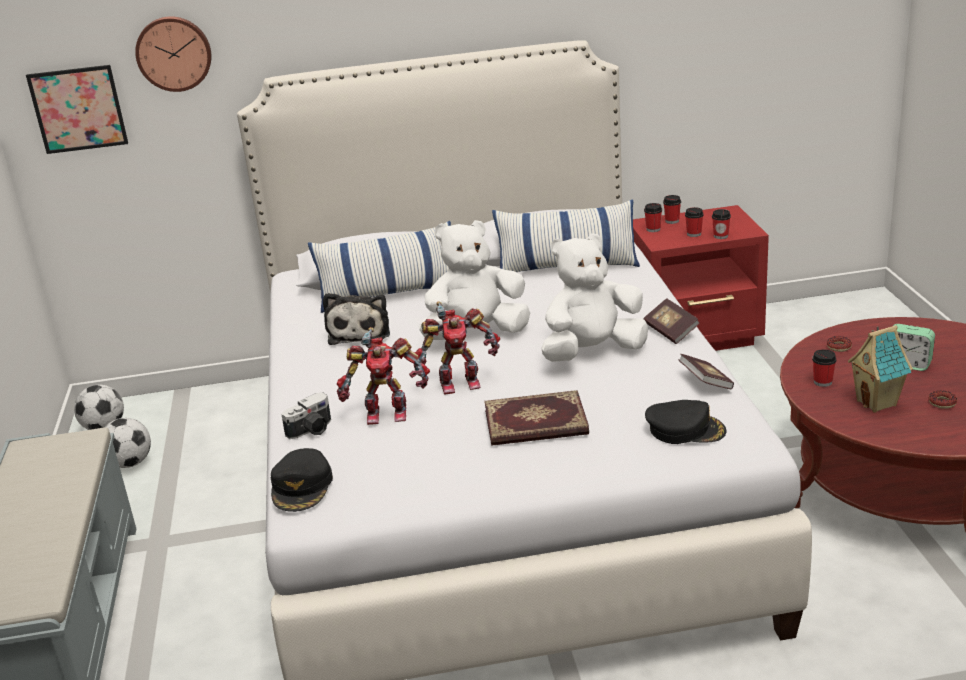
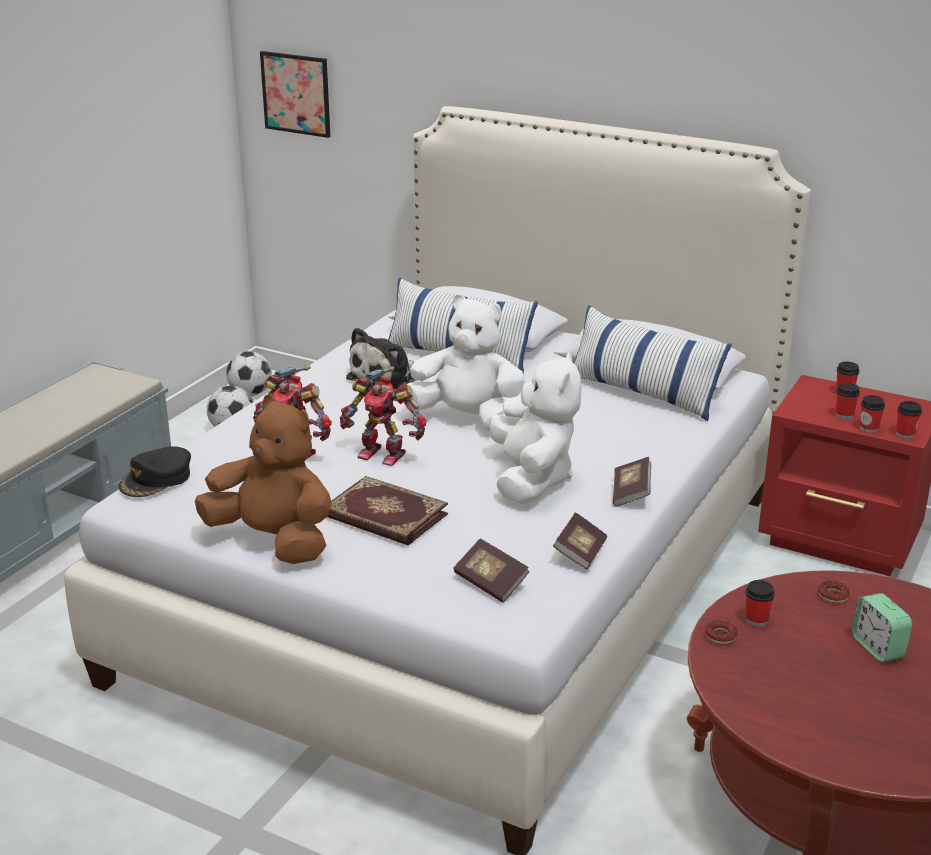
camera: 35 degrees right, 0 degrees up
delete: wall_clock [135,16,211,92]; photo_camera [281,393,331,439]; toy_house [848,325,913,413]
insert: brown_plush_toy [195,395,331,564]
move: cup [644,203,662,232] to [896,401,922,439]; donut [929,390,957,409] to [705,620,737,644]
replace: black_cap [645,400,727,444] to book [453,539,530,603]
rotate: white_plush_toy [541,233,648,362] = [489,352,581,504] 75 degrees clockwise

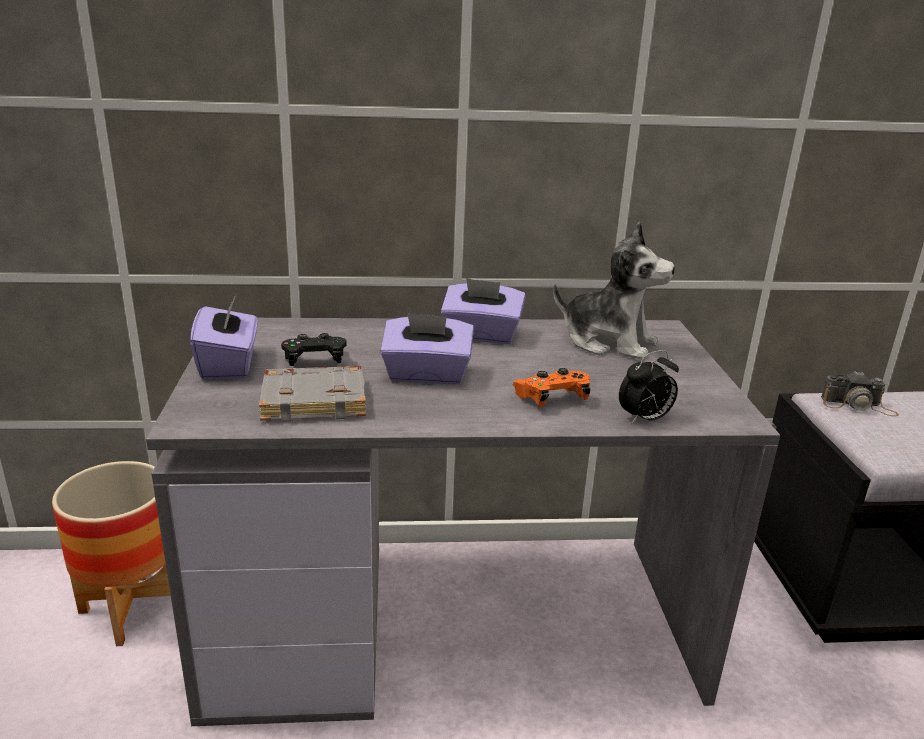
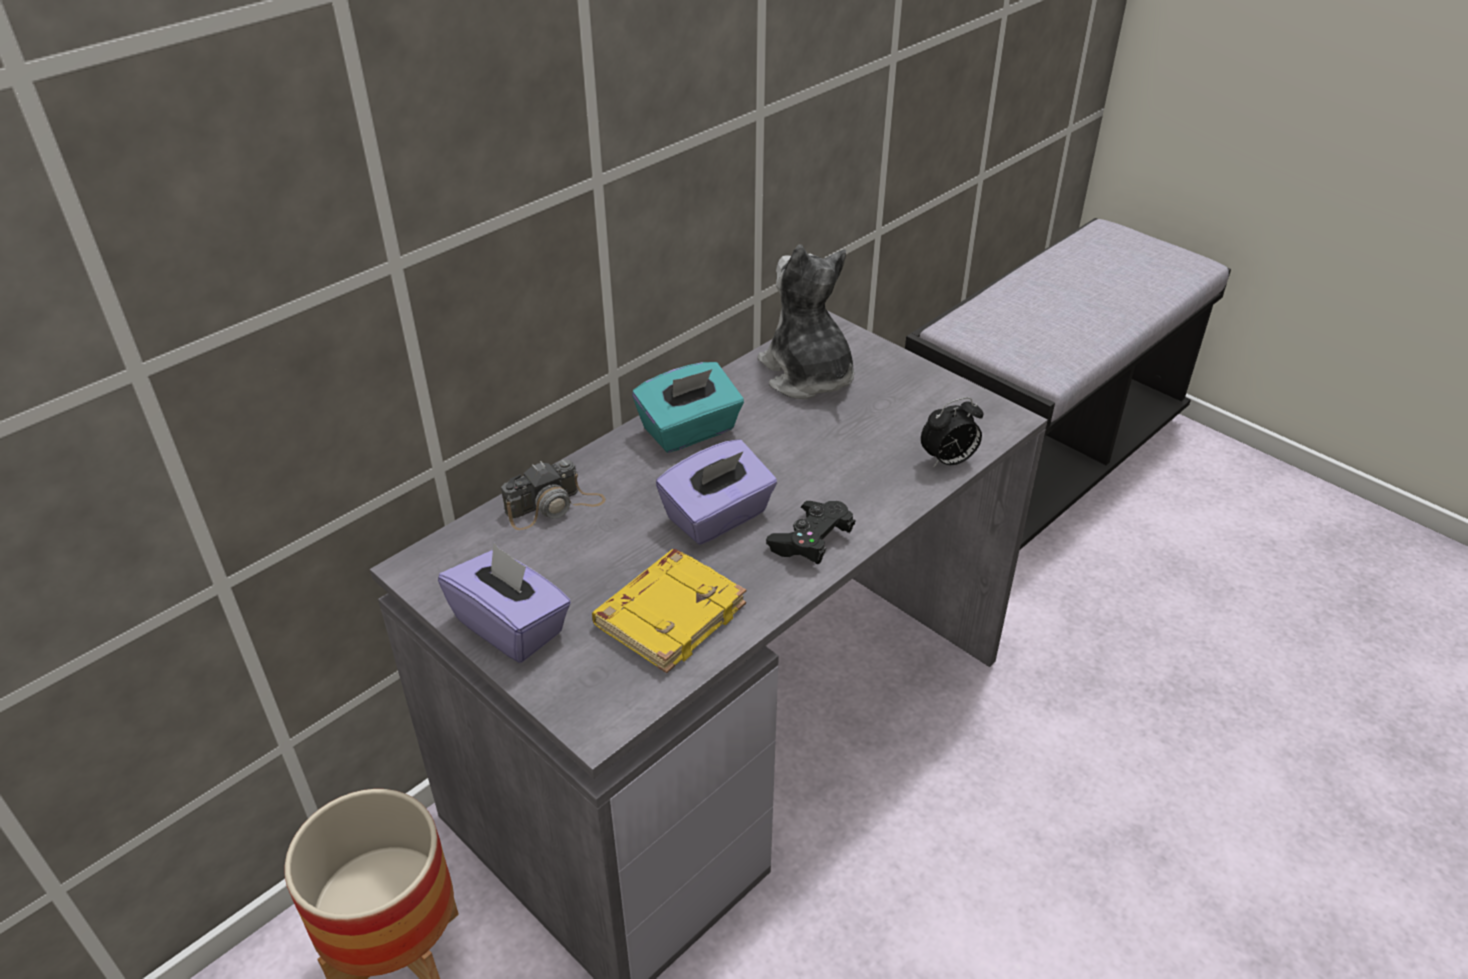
camera: 40 degrees left, 15 degrees up
delete: orange_game_controller [512,368,590,407]
move: black_game_controller [281,333,347,366] to [766,501,856,564]; photo_camera [821,371,899,417] to [501,459,606,530]
recolor: grey_book [259,366,366,422] to yellow_book [592,549,746,673]; purple_tissue_box [441,278,526,344] to turquoise_tissue_box [632,362,744,453]
rotate: plush_toy [553,222,675,360] = [757,245,854,399] 105 degrees counterclockwise; alarm_clock [619,350,679,424] = [921,397,984,468] 45 degrees clockwise

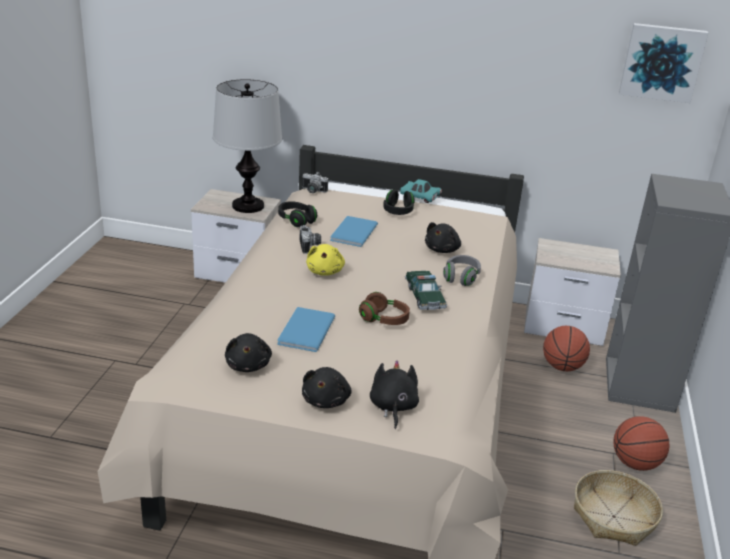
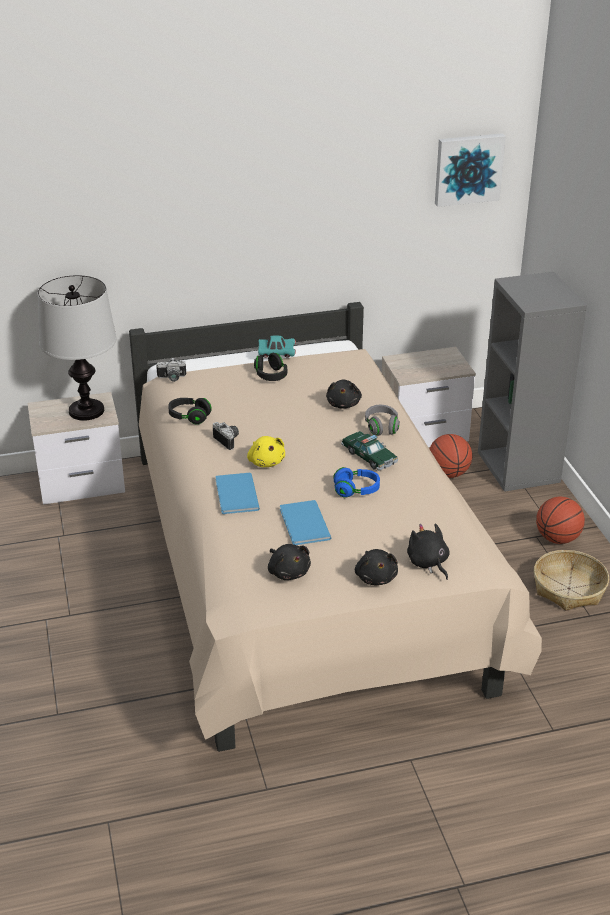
camera: 25 degrees left, 5 degrees up
move: blue_book [330,216,378,247] to [215,473,260,514]
recolor: brown_headphones [359,292,410,325] to blue_headphones [333,467,380,498]

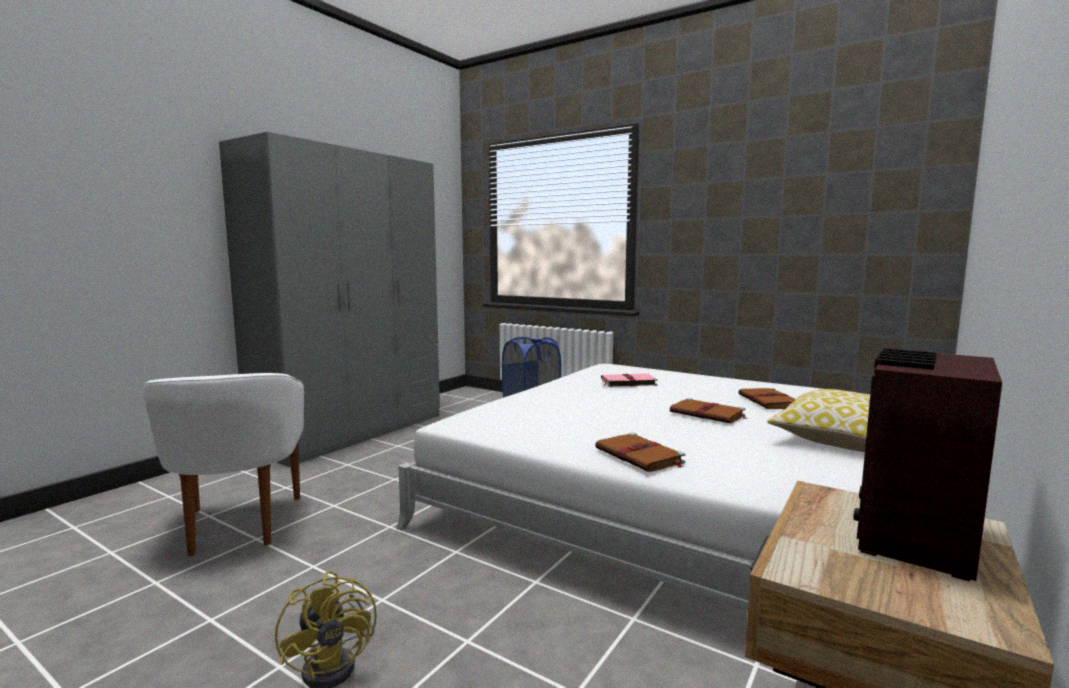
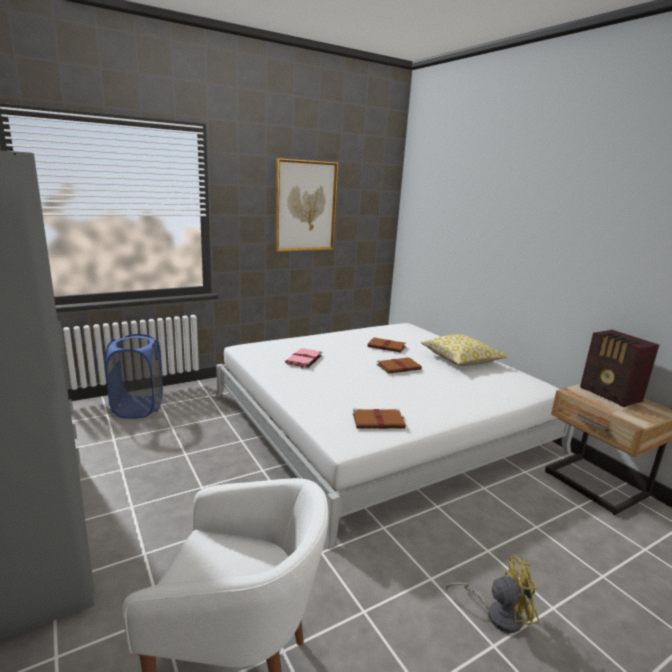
camera: 65 degrees left, 10 degrees up
insert: picture [275,158,338,252]
move: brown_book [595,433,685,472] to [353,409,406,429]

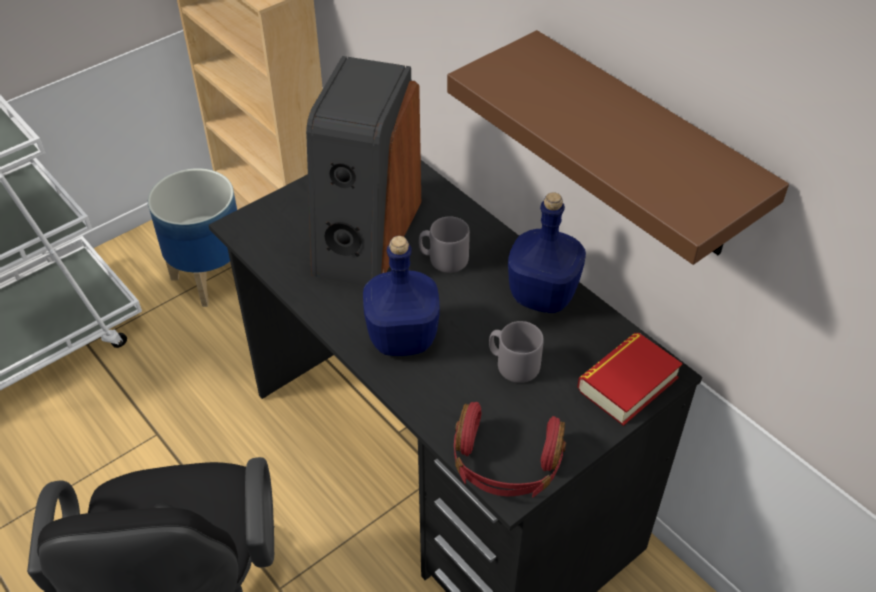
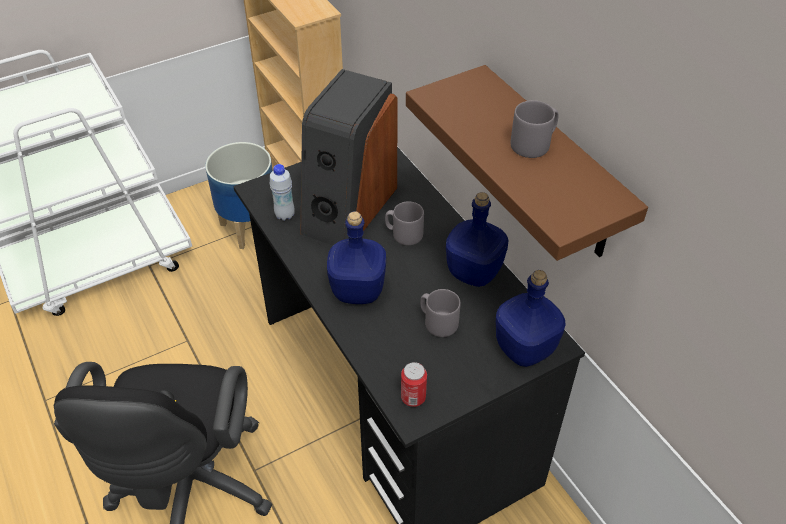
camera: 10 degrees right, 0 degrees up
insert: white_bottle [269,164,295,221]; grey_mug [510,100,559,158]
replace: red_headphones [454,402,566,498] to can [401,362,427,407]; book [577,332,683,426] to blue_bottle [496,270,566,367]

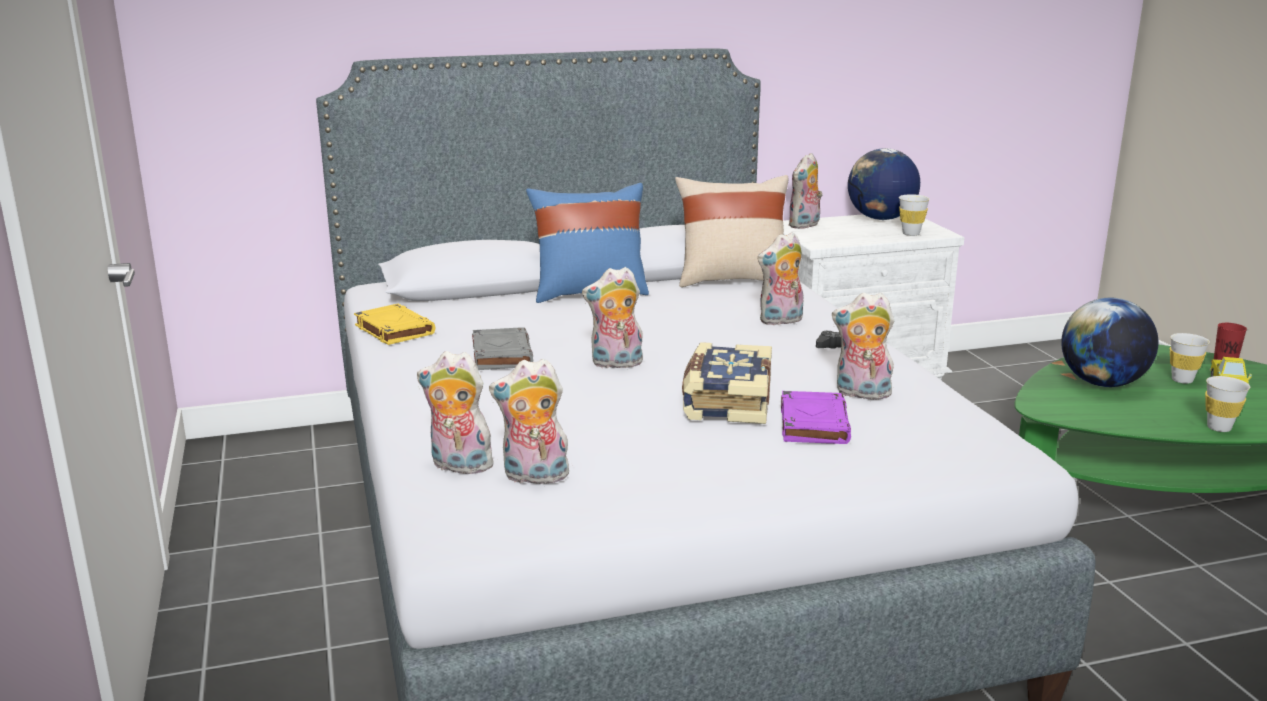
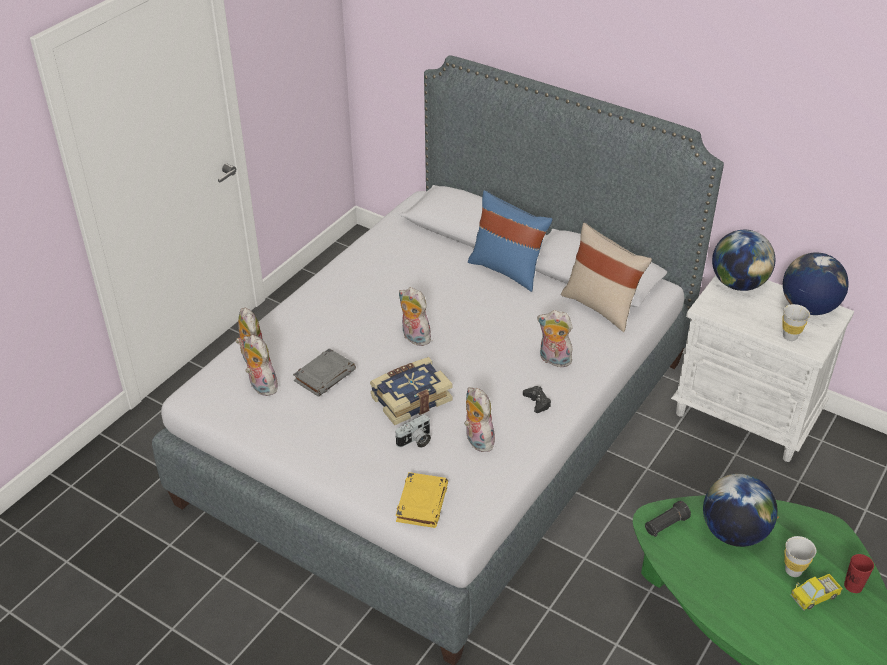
camera: 50 degrees right, 20 degrees up
delete: white_cup [1205,376,1250,432]
insert: black_flashlight [645,501,691,537]
move: yellow_book [354,304,435,345] to [396,472,448,528]; grey_book [472,327,533,370] to [293,348,356,397]
replace: purple_book [781,391,851,444] to photo_camera [395,415,431,448]; plush_toy [788,153,822,229] to globe [712,230,775,291]

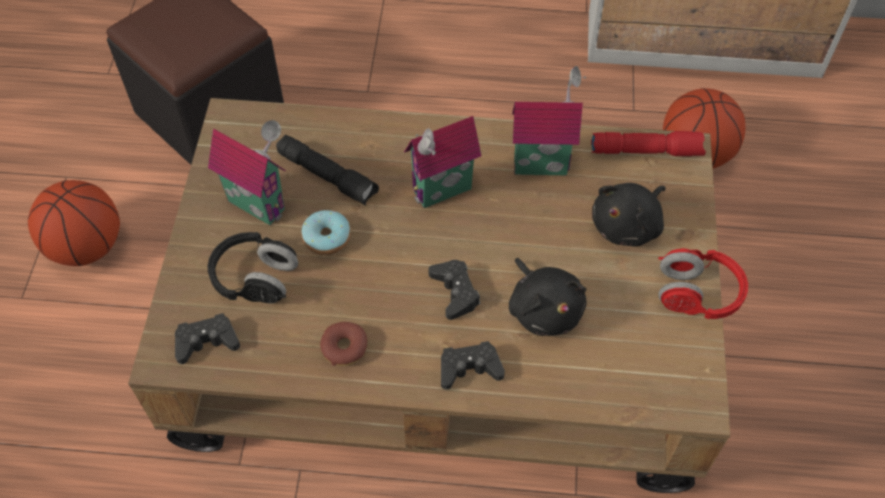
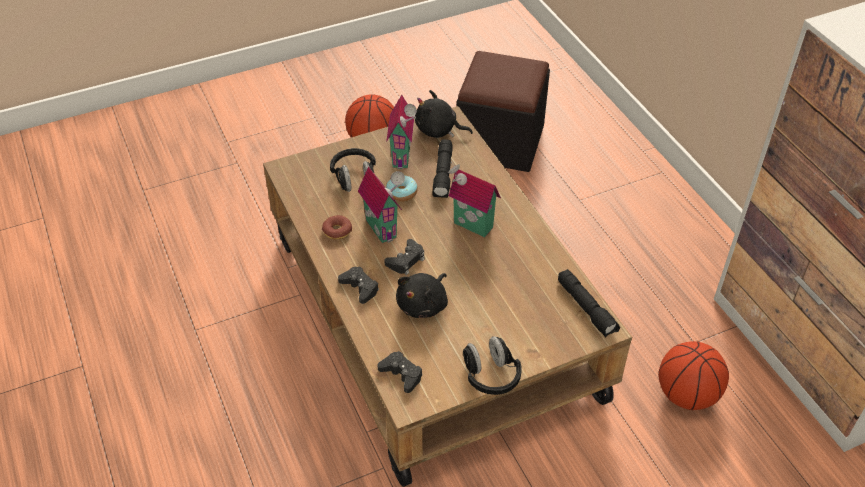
camera: 60 degrees right, 10 degrees down
move: black_game_controller [175,313,240,364] to [378,351,423,393]; toy_house [512,66,586,175] to [358,167,405,243]; black_plush_toy [592,183,666,246] to [415,90,473,138]
recolor: red_flashlight [591,131,706,156] to black_flashlight [558,269,620,337]; red_headphones [658,248,748,319] to black_headphones [463,336,522,395]

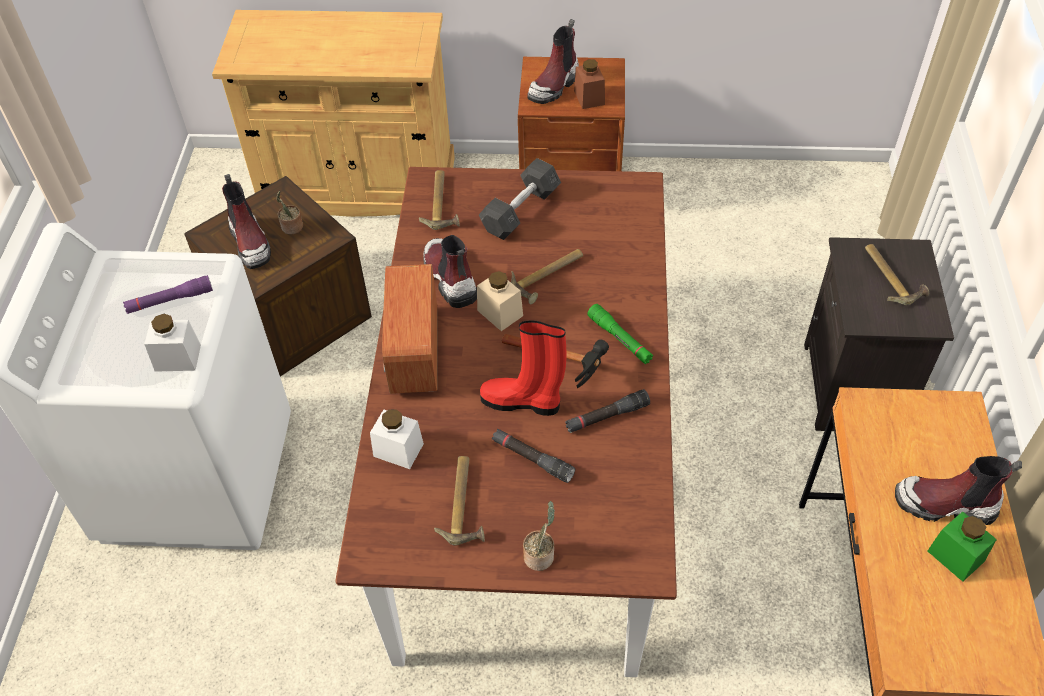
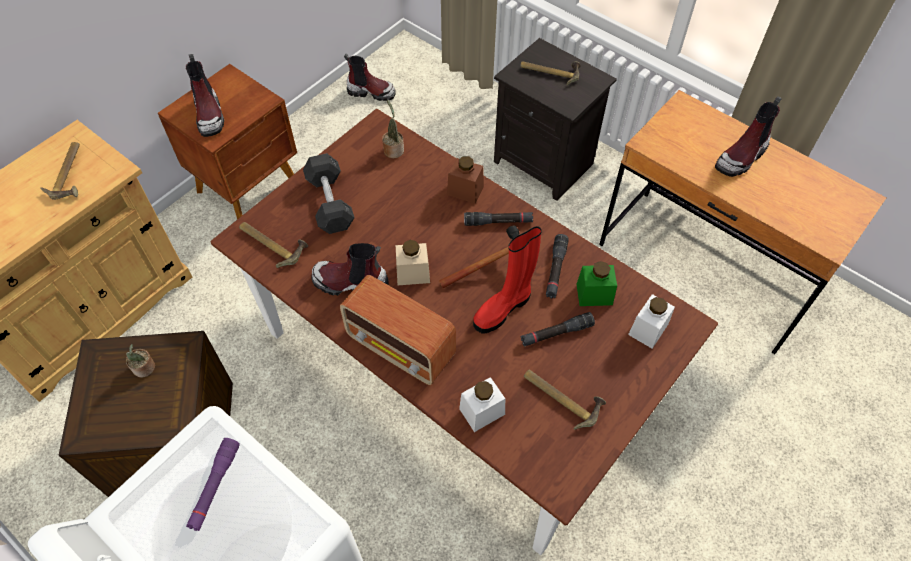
camera: 55 degrees left, 5 degrees up
move: white_jar [144,314,201,372] to [628,294,675,349]; boot [222,174,271,269] to [344,54,396,101]; hammer [511,249,583,304] to [40,142,80,200]; potted_plant [523,501,555,571] to [382,100,404,158]; brown_jar [574,59,605,109] to [447,156,484,204]; green_jar [928,511,997,582] to [576,261,617,306]
recolor: green_flashlight [587,304,653,364] to black_flashlight [464,212,533,226]

